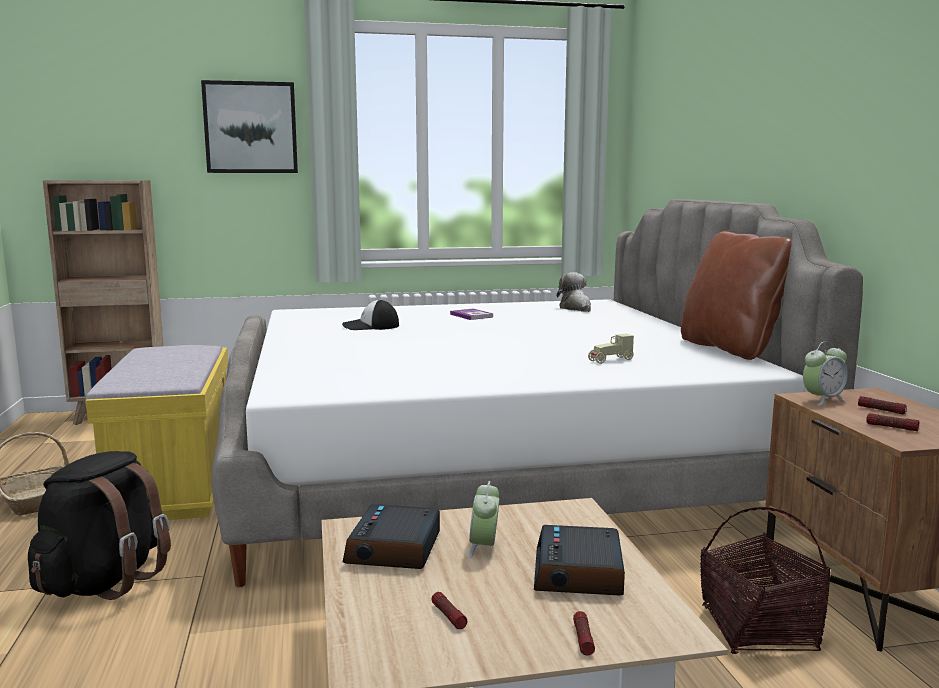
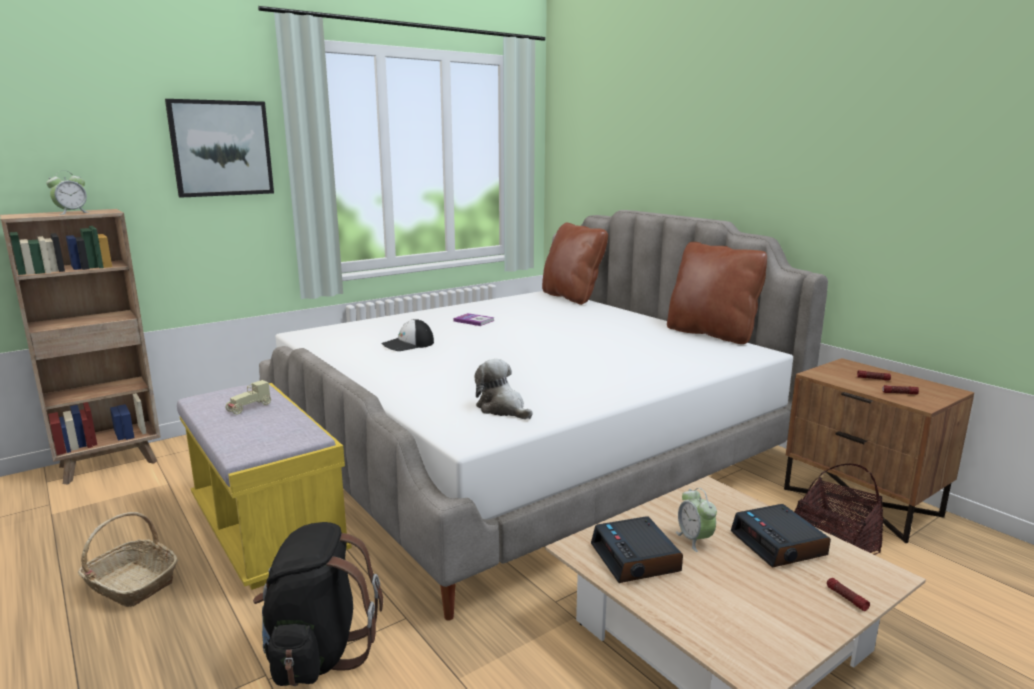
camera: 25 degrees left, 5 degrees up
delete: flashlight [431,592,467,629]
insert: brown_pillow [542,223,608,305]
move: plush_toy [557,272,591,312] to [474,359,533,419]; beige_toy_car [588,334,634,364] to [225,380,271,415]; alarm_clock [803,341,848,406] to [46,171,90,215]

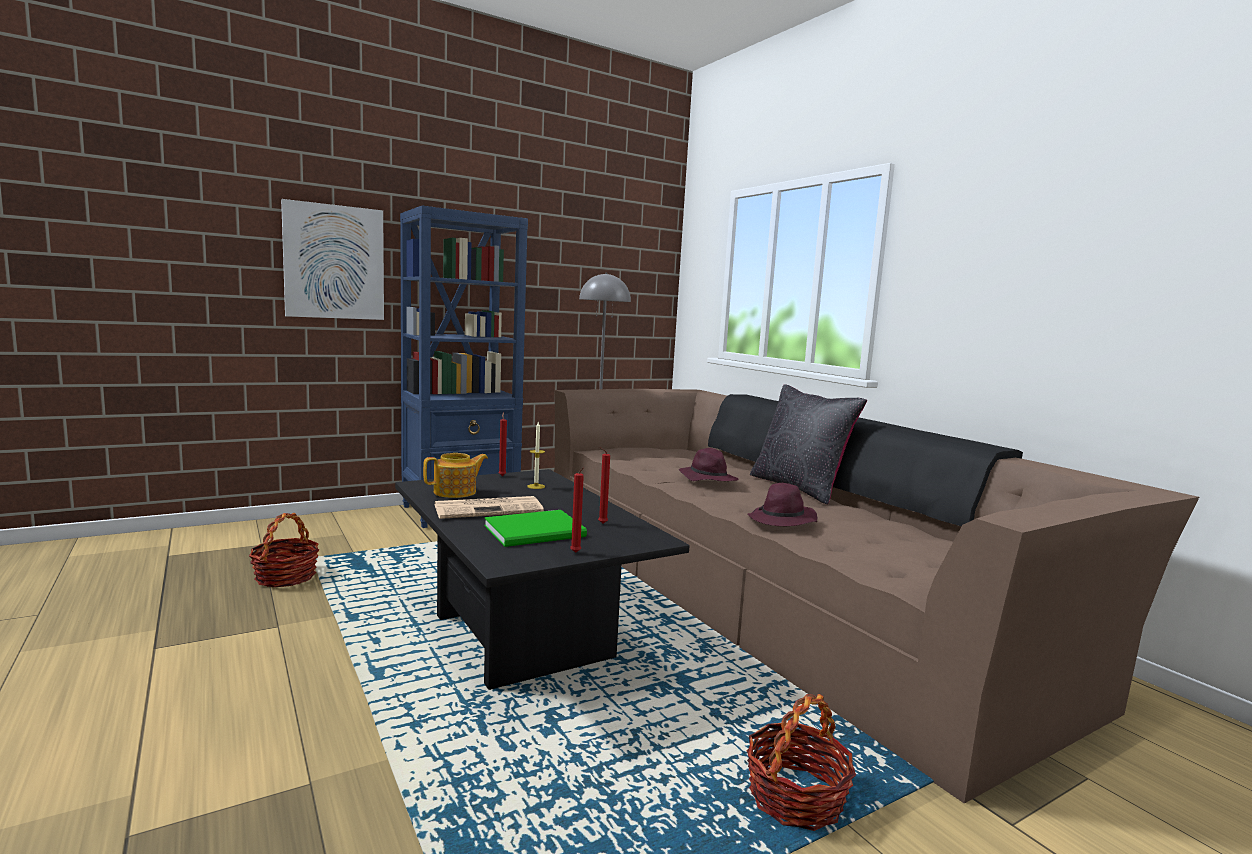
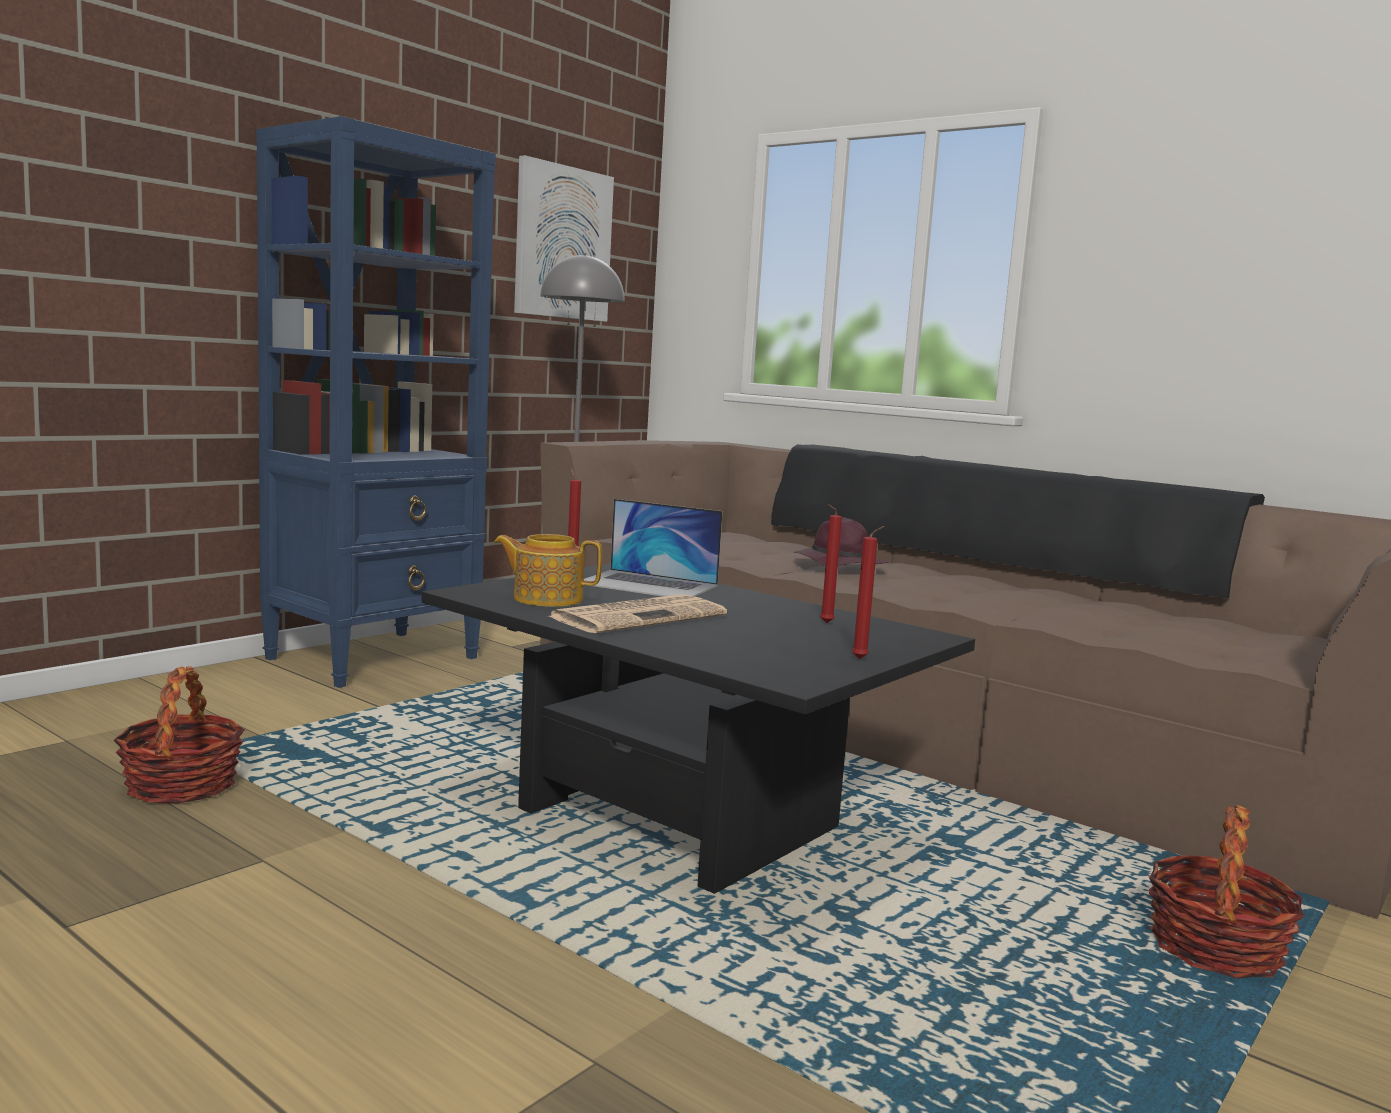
camera: 20 degrees left, 0 degrees up
delete: green_book [484,510,587,547]; purple_hat [747,483,817,526]; black_pillow [750,384,867,504]
move: picture [281,199,384,320] to [514,155,614,322]
replace: candle [527,422,545,489] to laptop [584,499,723,597]
rotate: teapot [423,453,488,498] = [494,534,602,607] 120 degrees counterclockwise

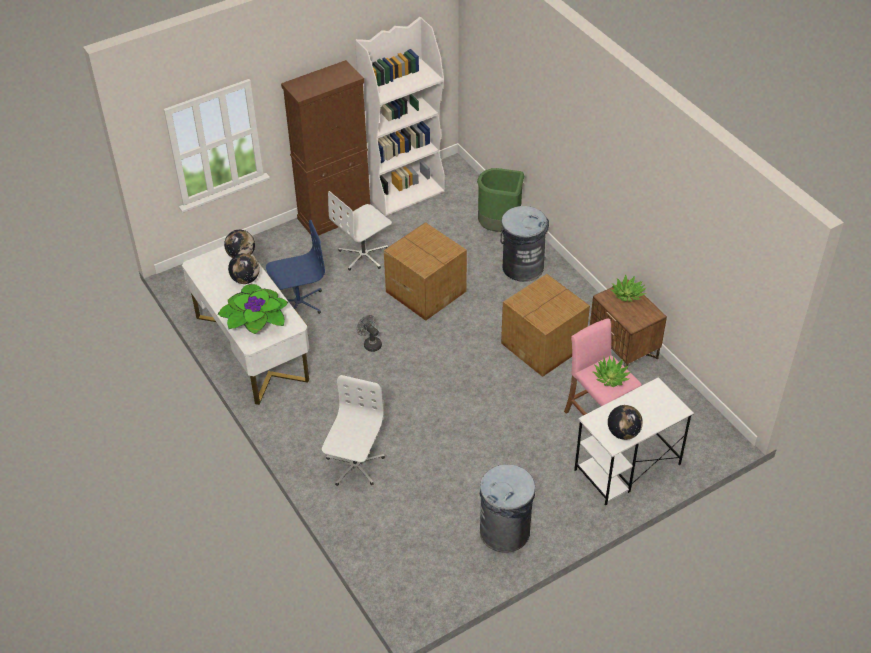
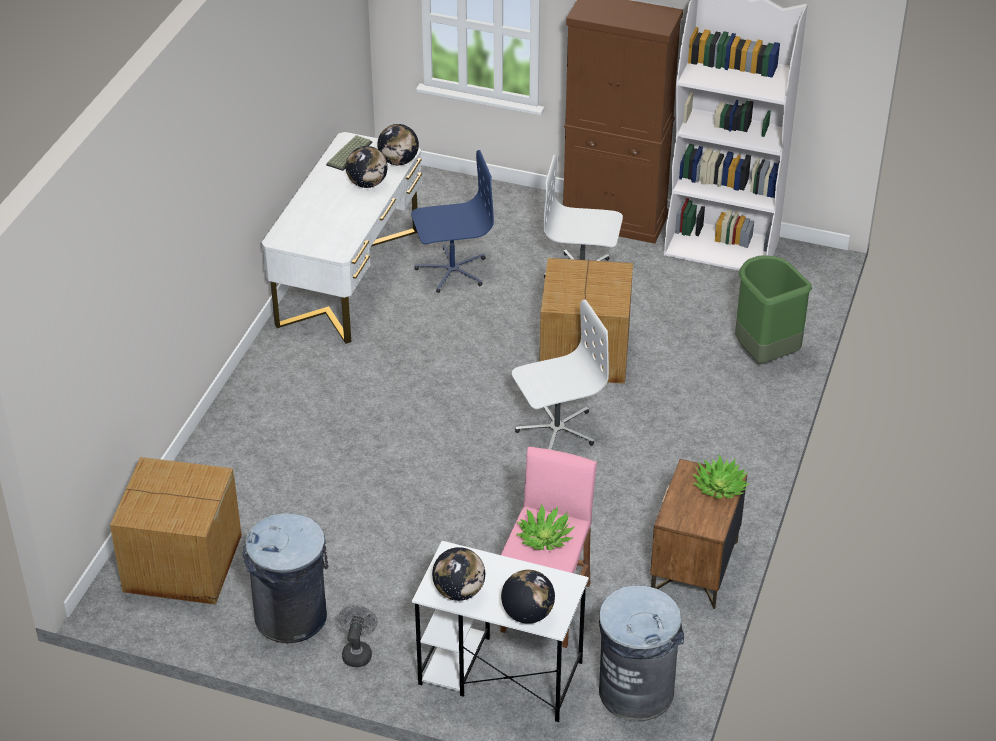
camera: 50 degrees right, 5 degrees down
delete: potted_plant [218,284,288,334]
insert: keyboard [326,135,373,171]; globe [501,570,555,624]
move: white_office_chair [322,375,385,486] to [512,300,609,450]; grey_fan [356,315,382,352] to [339,605,378,667]; grey_trash_can [500,206,549,282] to [599,585,684,722]; cardboard_box [501,274,590,377] to [110,457,242,605]
rotate: blue_office_chair [266,220,325,314] = [411,150,494,293] 45 degrees counterclockwise

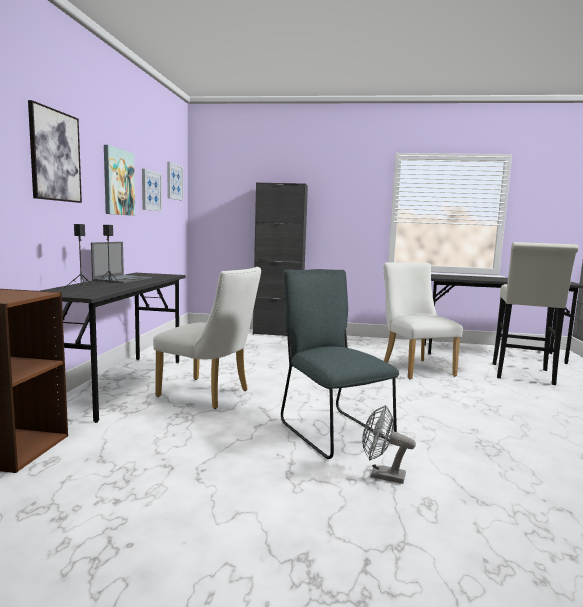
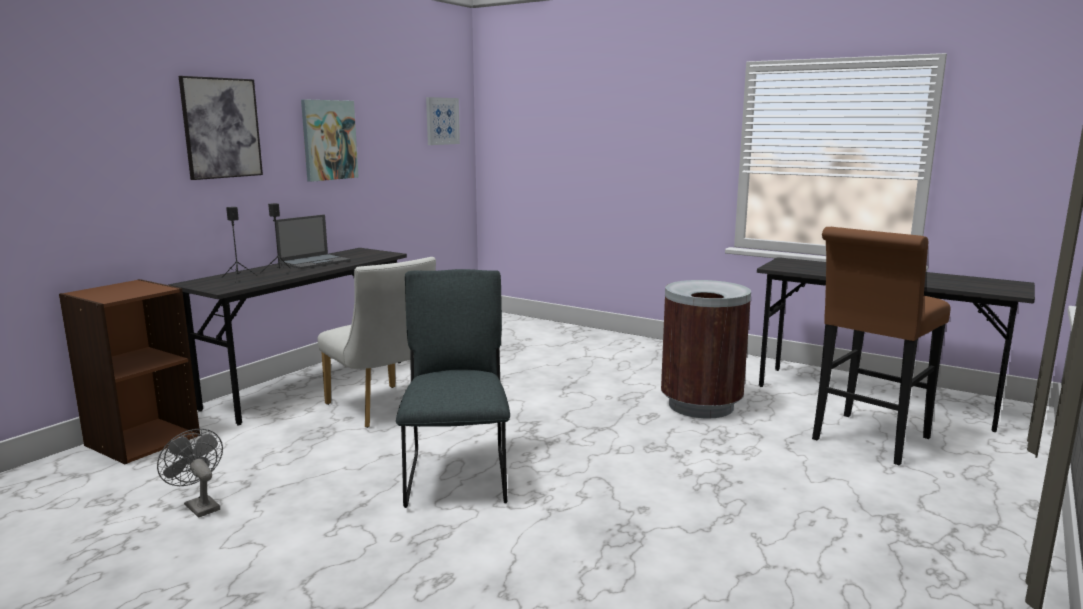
camera: 25 degrees right, 5 degrees up
delete: picture [142,169,162,211]; black_cabinet [253,182,308,336]
move: grey_fan [362,405,416,484] to [157,429,223,518]
replace: white_chair [383,262,463,380] to brown_trash_can [661,280,751,418]
recolor: white_stool [492,242,578,385] to brown_stool [812,227,950,465]

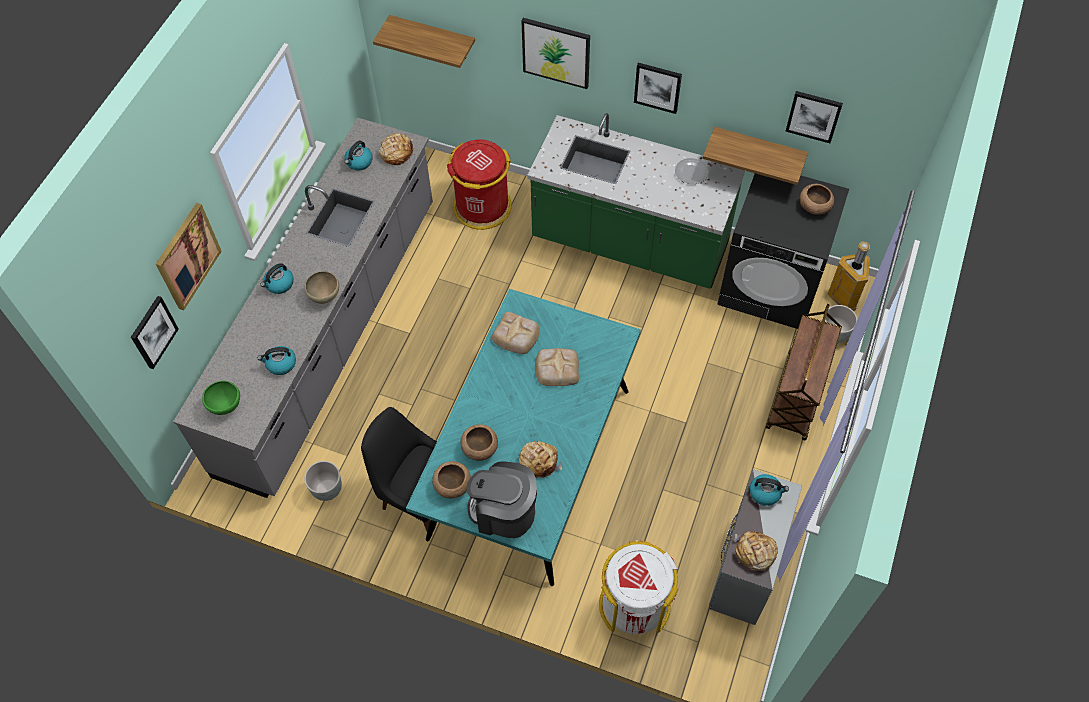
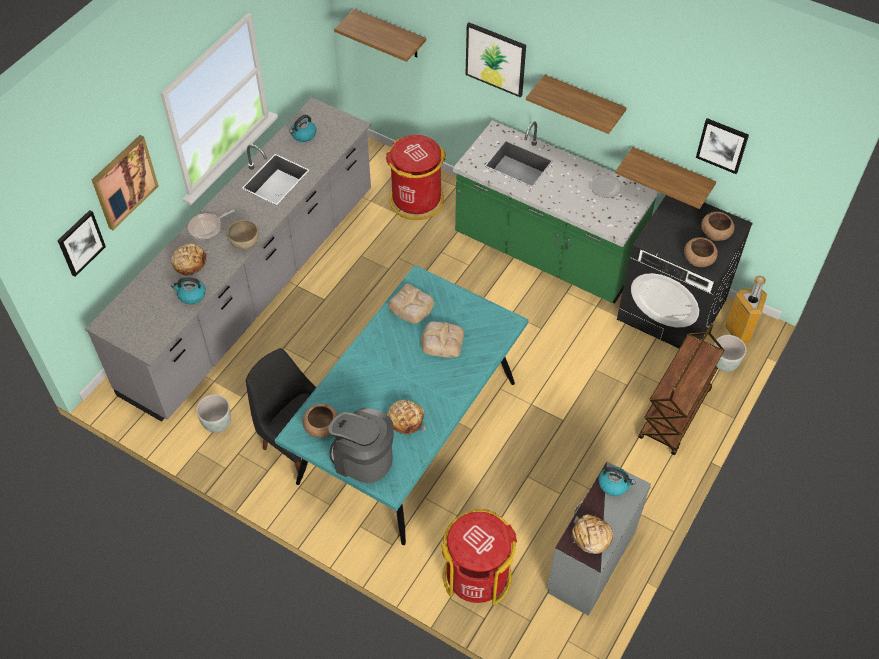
camera: 10 degrees right, 5 degrees down
delete: green_bowl [202,381,240,415]
move: bread [379,133,413,165] to [171,243,209,275]; brown_bowl [461,424,498,461] to [684,237,718,267]
replace: kettle [261,263,294,294] to frying_pan [188,210,235,239]; picture [634,63,682,114] to shelf [526,75,627,134]
recolor: white_trash_can [599,540,678,634] to red_trash_can [441,509,517,605]

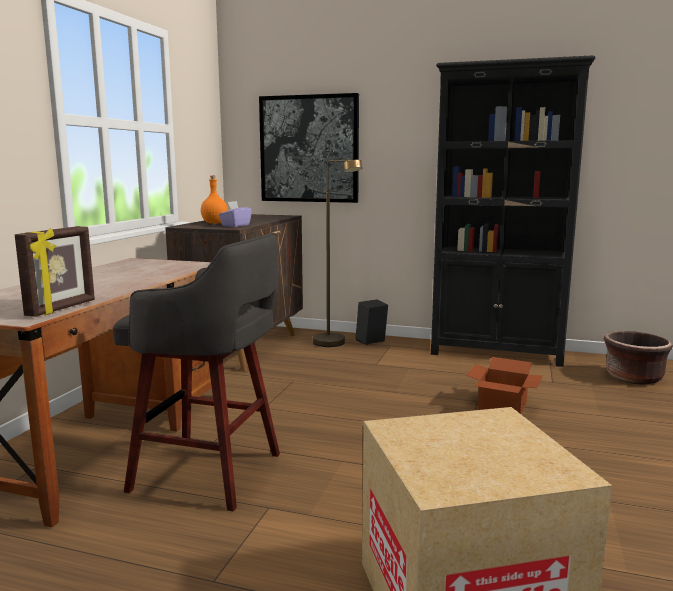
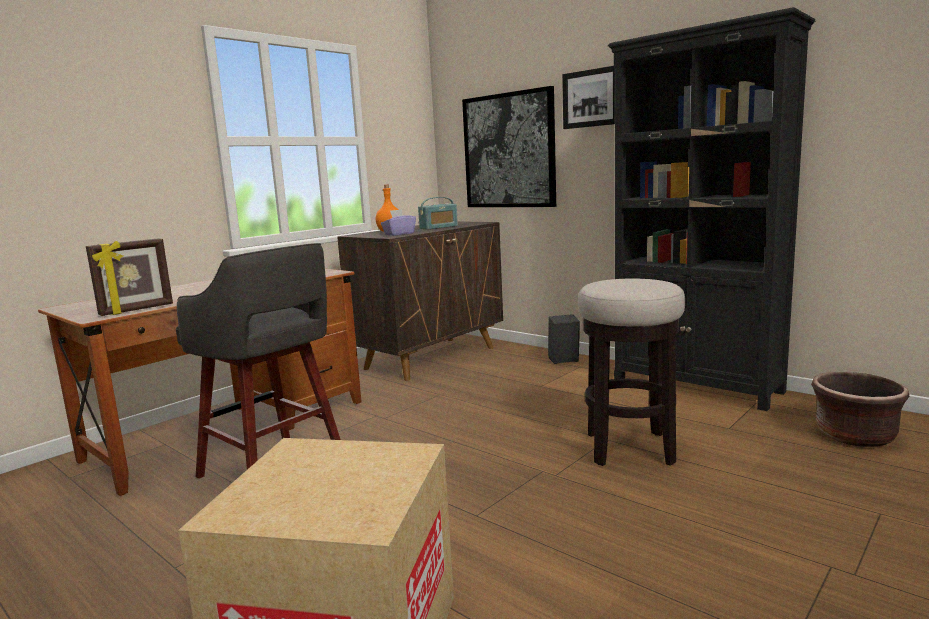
camera: 25 degrees right, 0 degrees up
delete: brown_floor_lamp [313,159,362,347]
insert: radio [418,197,458,230]; picture [562,66,615,129]
replace: cardboard_box [466,357,543,414] to stool [578,279,685,466]

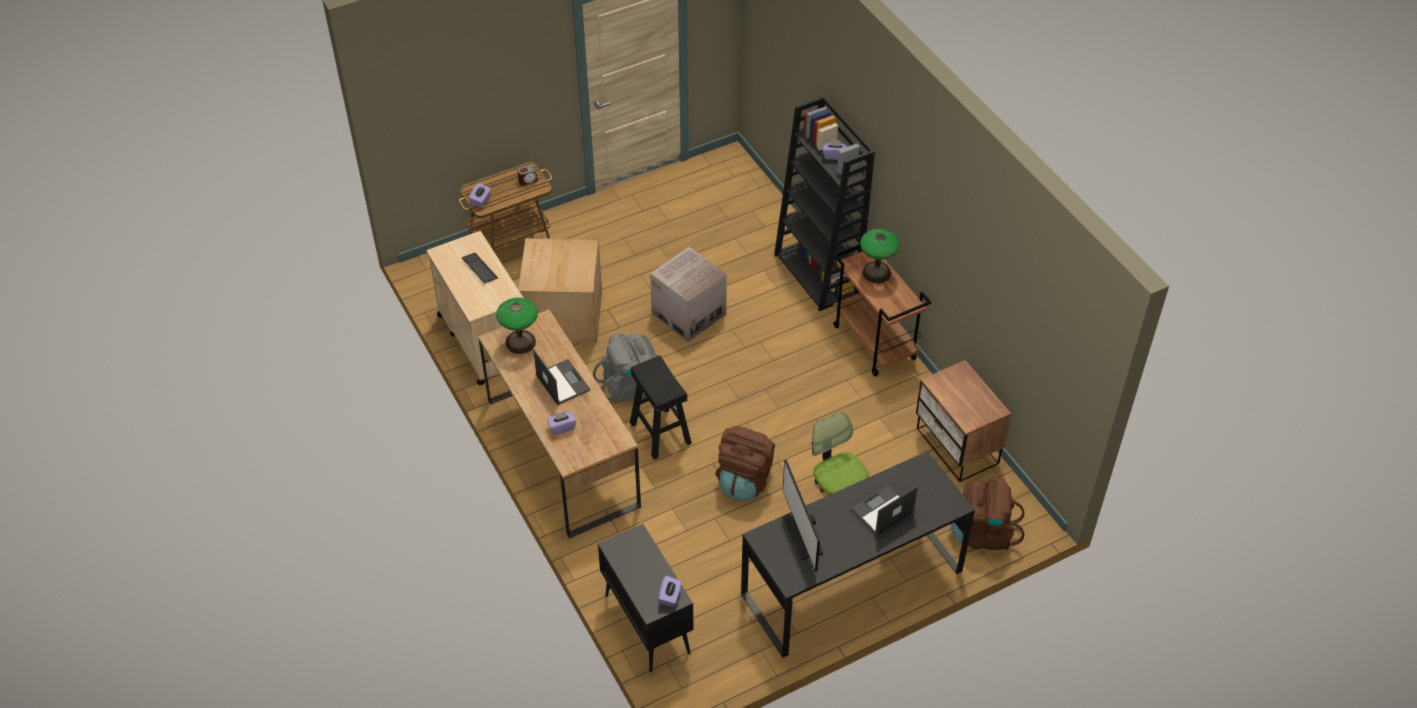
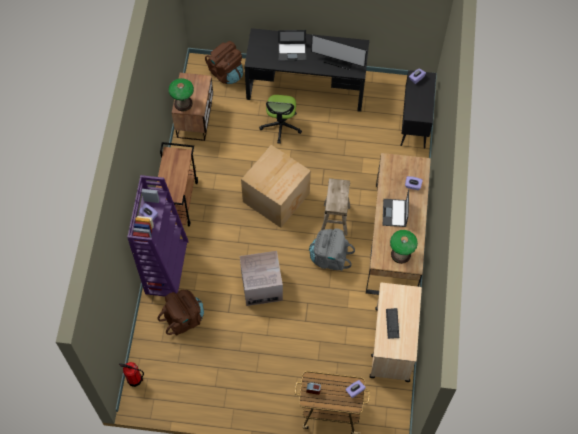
camera: 145 degrees left, 15 degrees up
insert: fire_extinguisher [119,362,144,387]
move: cardboard_box [518,238,602,343] to [241,145,311,228]; brown_backpack [716,426,775,500] to [158,289,204,335]; table_lamp [860,229,900,283] to [169,78,194,111]
recolor: black_stool [630,355,692,460] to beige_stool [321,178,350,236]; black_bookcase [774,96,875,311] to purple_bookcase [127,175,189,297]
rotate: monitor [783,459,823,572] = [311,34,367,70] 90 degrees clockwise

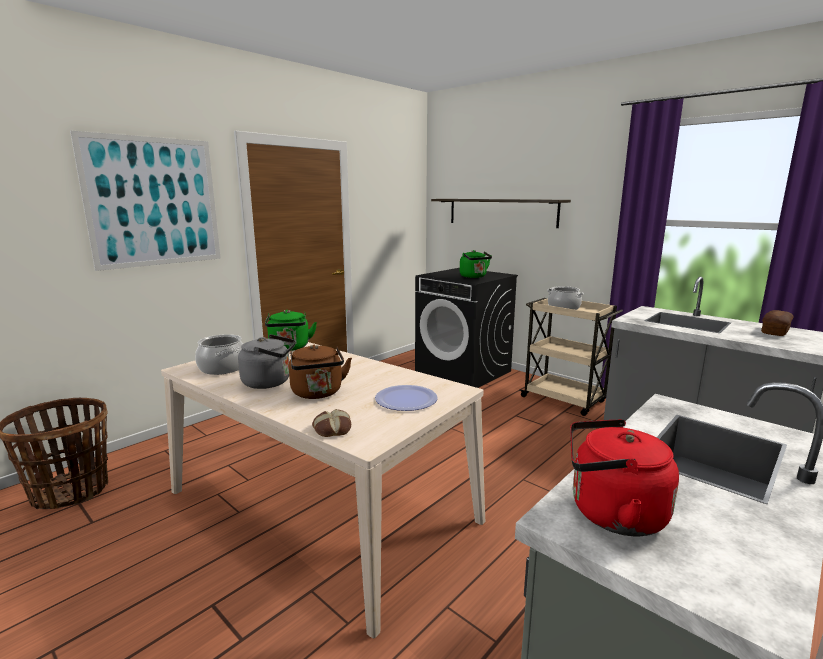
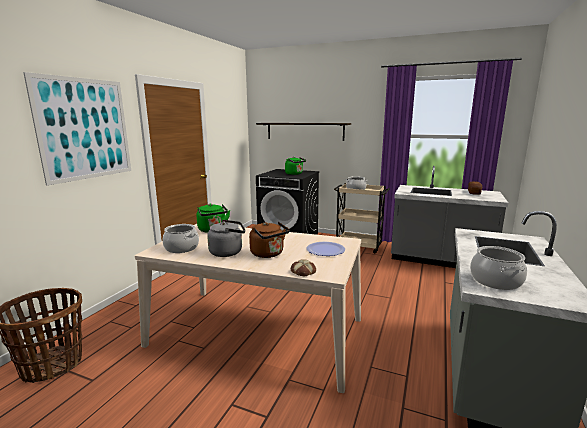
camera: 20 degrees left, 0 degrees up
replace: red_kettle [570,419,679,536] to cooking_pot [470,246,527,290]

